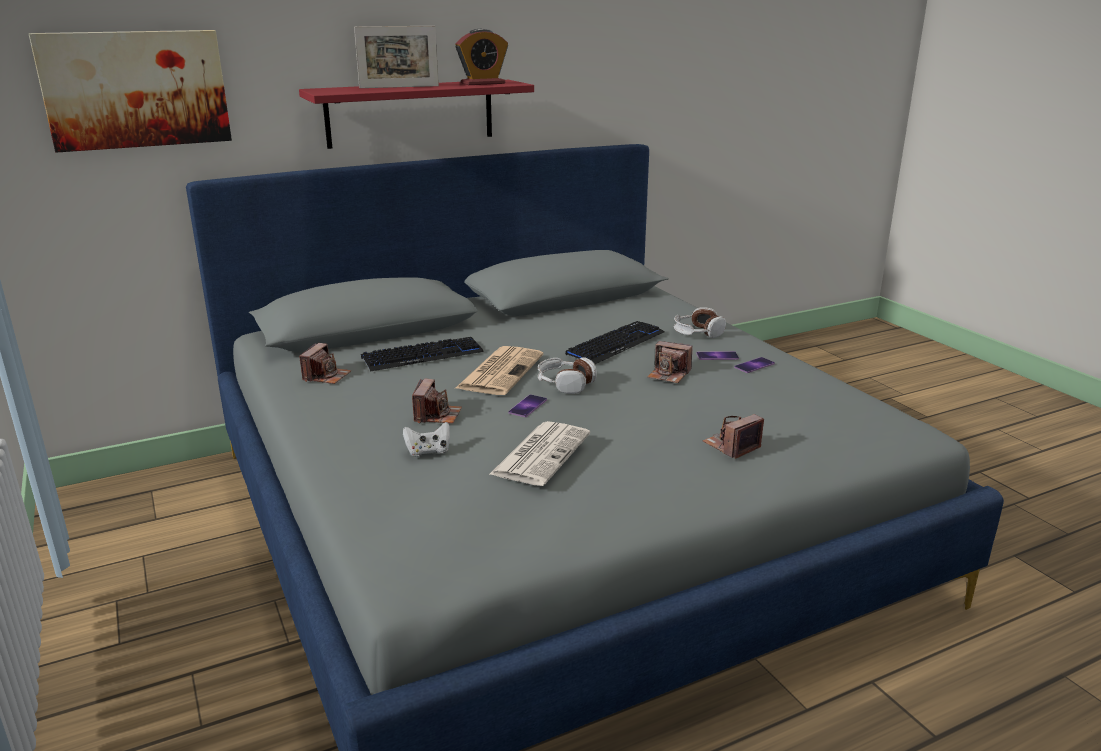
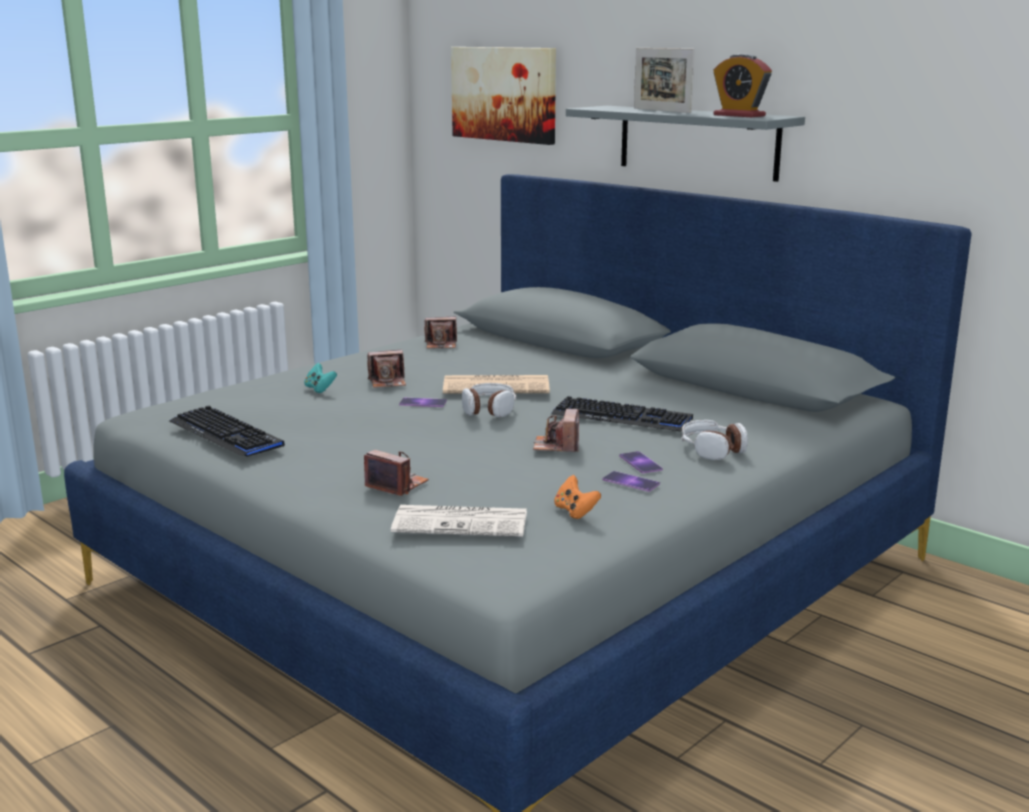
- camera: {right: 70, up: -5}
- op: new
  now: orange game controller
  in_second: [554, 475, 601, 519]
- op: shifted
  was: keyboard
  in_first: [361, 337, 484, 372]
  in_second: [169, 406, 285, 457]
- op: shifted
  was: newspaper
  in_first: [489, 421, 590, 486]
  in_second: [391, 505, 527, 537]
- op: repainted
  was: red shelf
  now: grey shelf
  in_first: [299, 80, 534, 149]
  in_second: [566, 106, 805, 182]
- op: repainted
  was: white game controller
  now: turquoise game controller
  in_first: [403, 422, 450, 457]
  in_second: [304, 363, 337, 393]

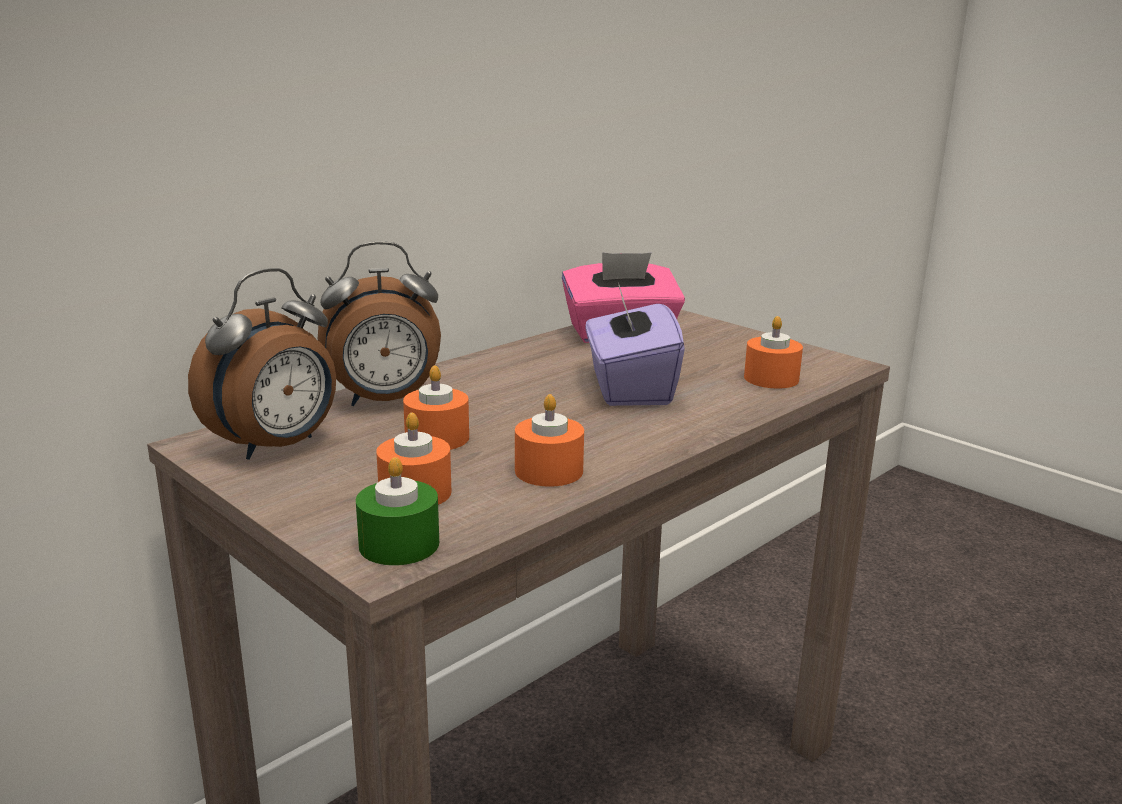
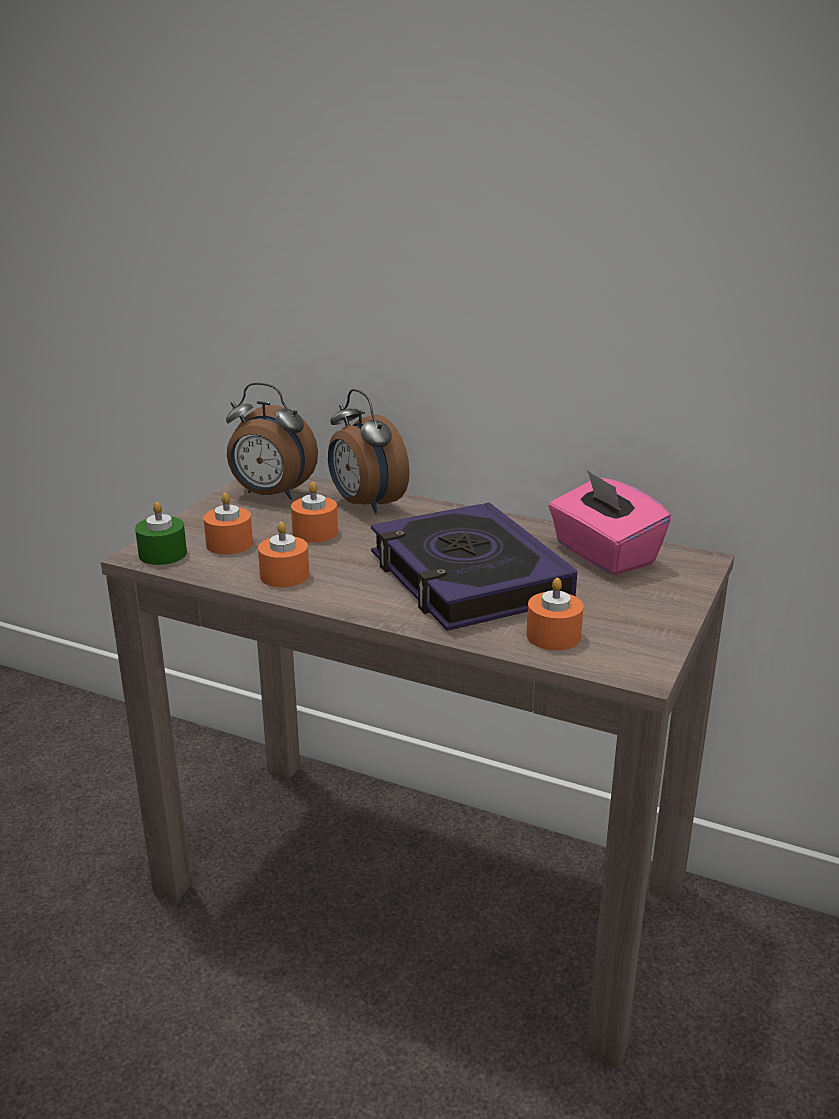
- camera: {right: 70, up: 5}
- op: swapped
  was: purple tissue box
  now: book
  in_first: [586, 283, 685, 406]
  in_second: [371, 502, 578, 631]

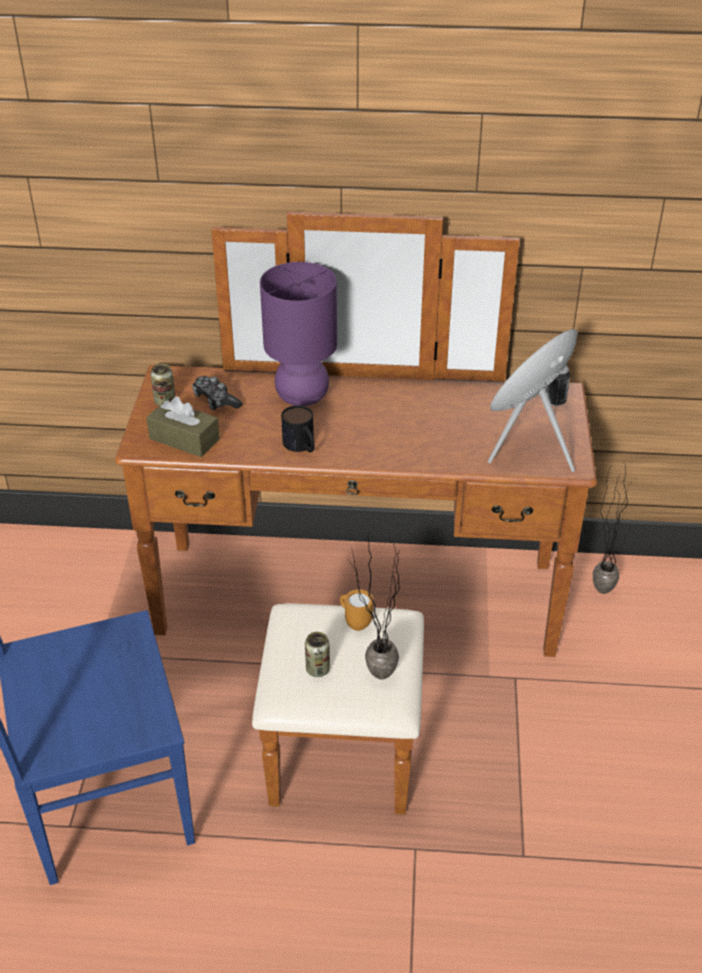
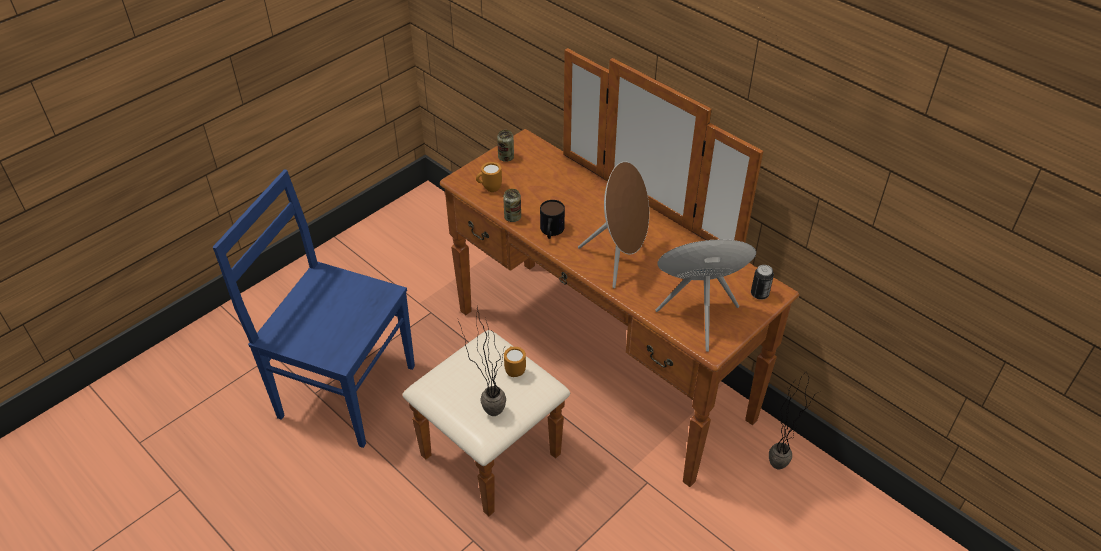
- camera: {right: 40, up: 5}
- op: gone
  was: game controller
  in_first: [192, 376, 242, 410]
- op: gone
  was: purple table lamp
  in_first: [260, 262, 337, 406]
- op: new
  now: brown speaker
  in_second: [578, 162, 649, 288]
- op: shifted
  was: can
  in_first: [305, 632, 330, 677]
  in_second: [503, 189, 521, 222]
- op: swapped
  was: brown tissue box
  now: orange mug
  in_first: [146, 396, 220, 457]
  in_second: [476, 162, 502, 192]

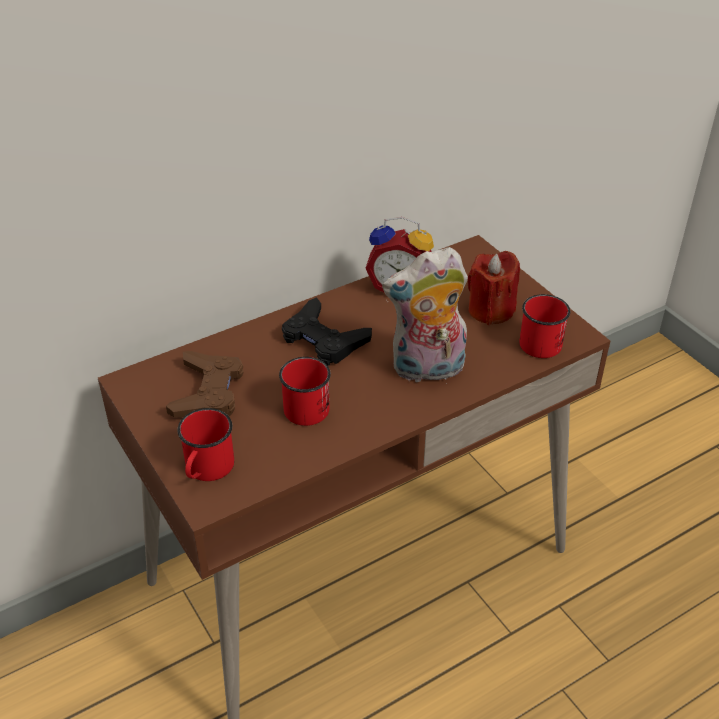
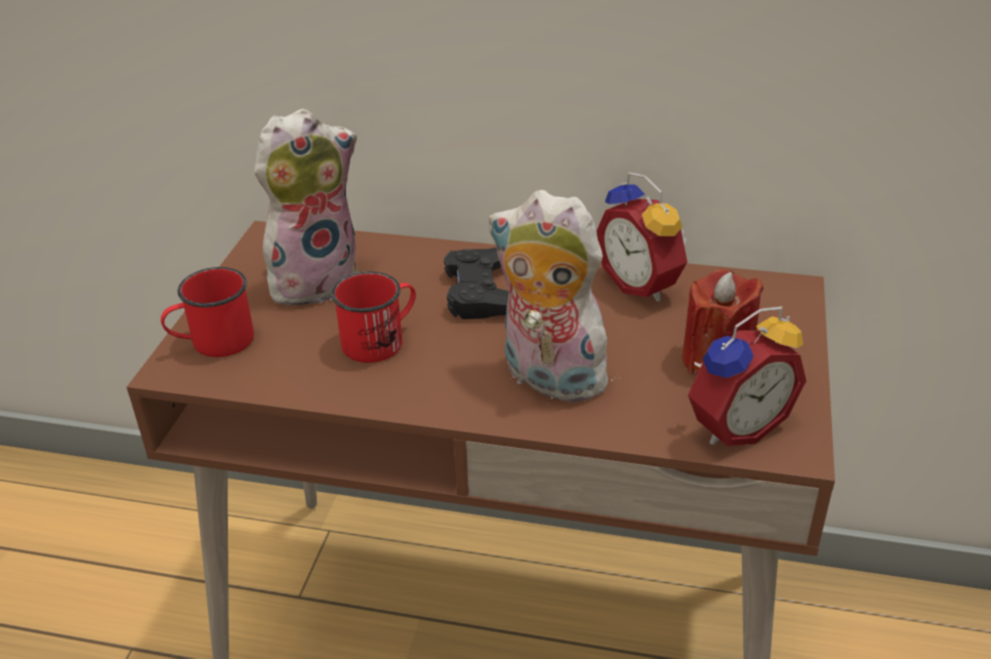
- camera: {right: 45, up: -5}
- op: swapped
  was: brown game controller
  now: plush toy
  in_first: [166, 351, 244, 417]
  in_second: [255, 108, 358, 306]
- op: swapped
  was: red mug
  now: alarm clock
  in_first: [519, 294, 570, 358]
  in_second: [688, 306, 806, 446]

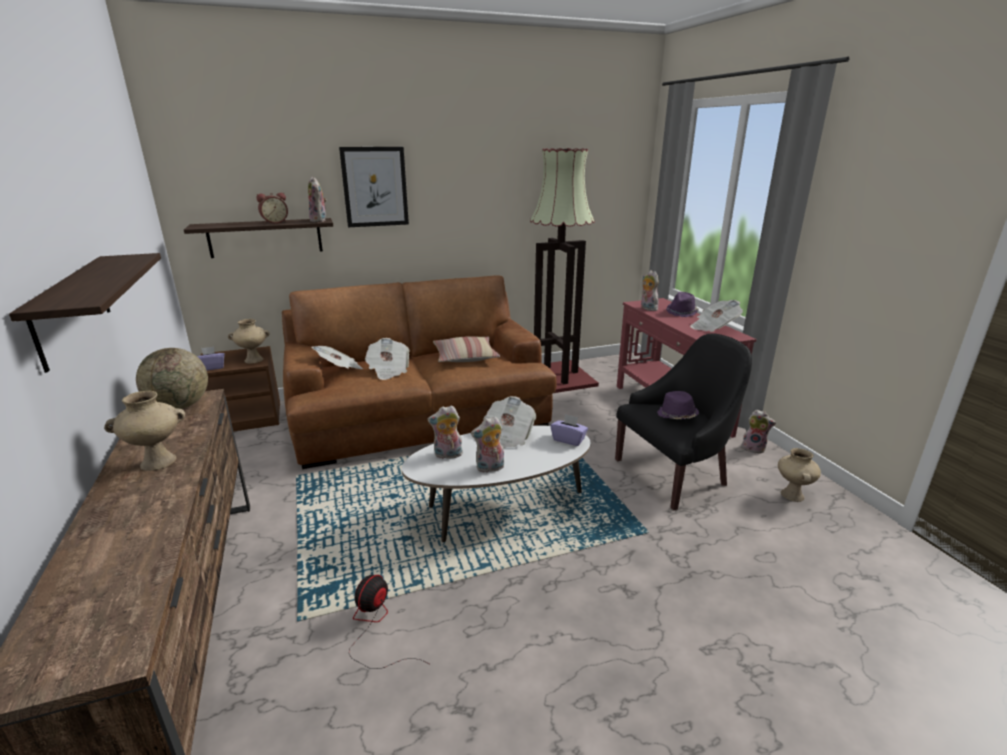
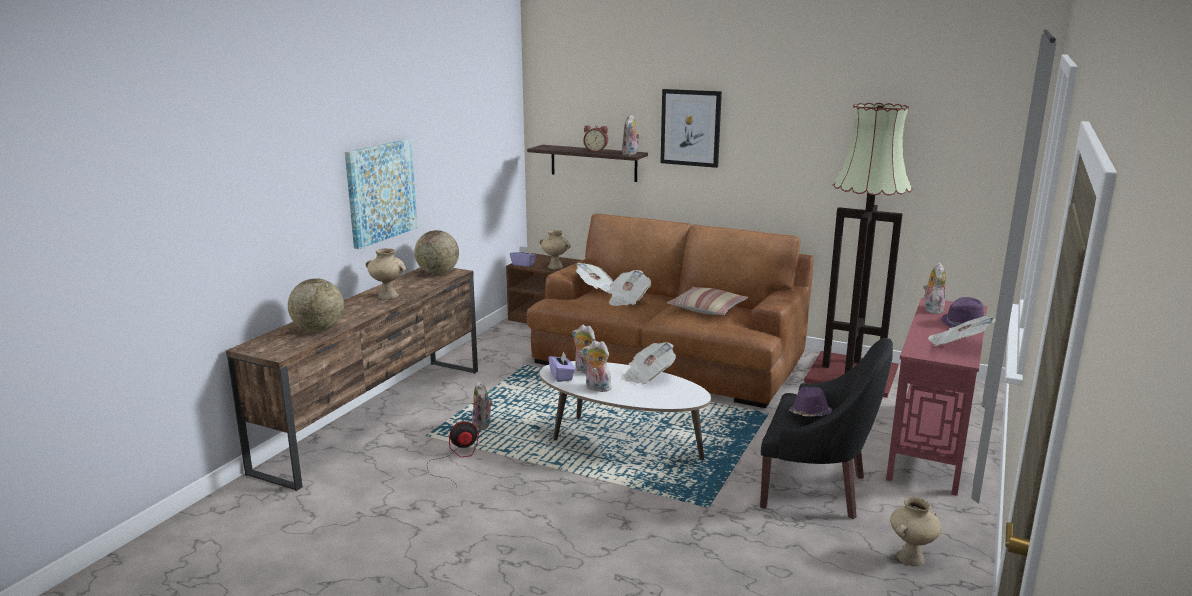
- camera: {right: 45, up: -5}
- op: new
  now: globe
  in_second: [288, 279, 344, 332]
- op: shifted
  was: purple tissue box
  in_first: [550, 414, 588, 446]
  in_second: [548, 351, 575, 382]
- op: shifted
  was: plush toy
  in_first: [741, 410, 776, 454]
  in_second: [472, 380, 493, 430]
- op: swapped
  was: shelf
  now: picture
  in_first: [9, 253, 161, 373]
  in_second: [345, 139, 417, 249]

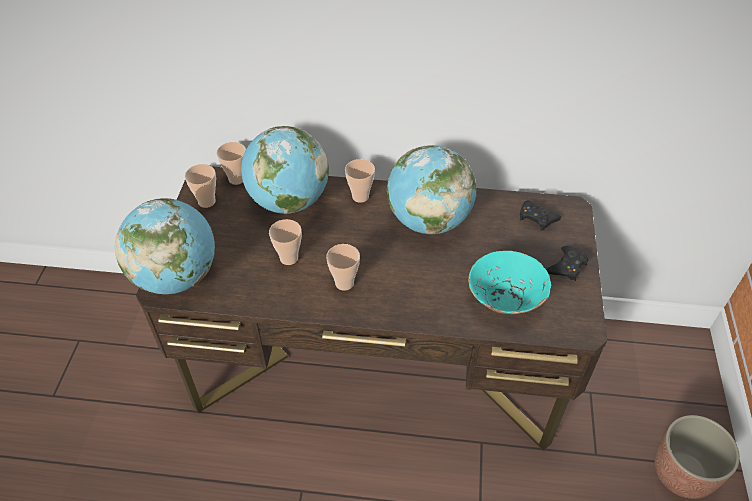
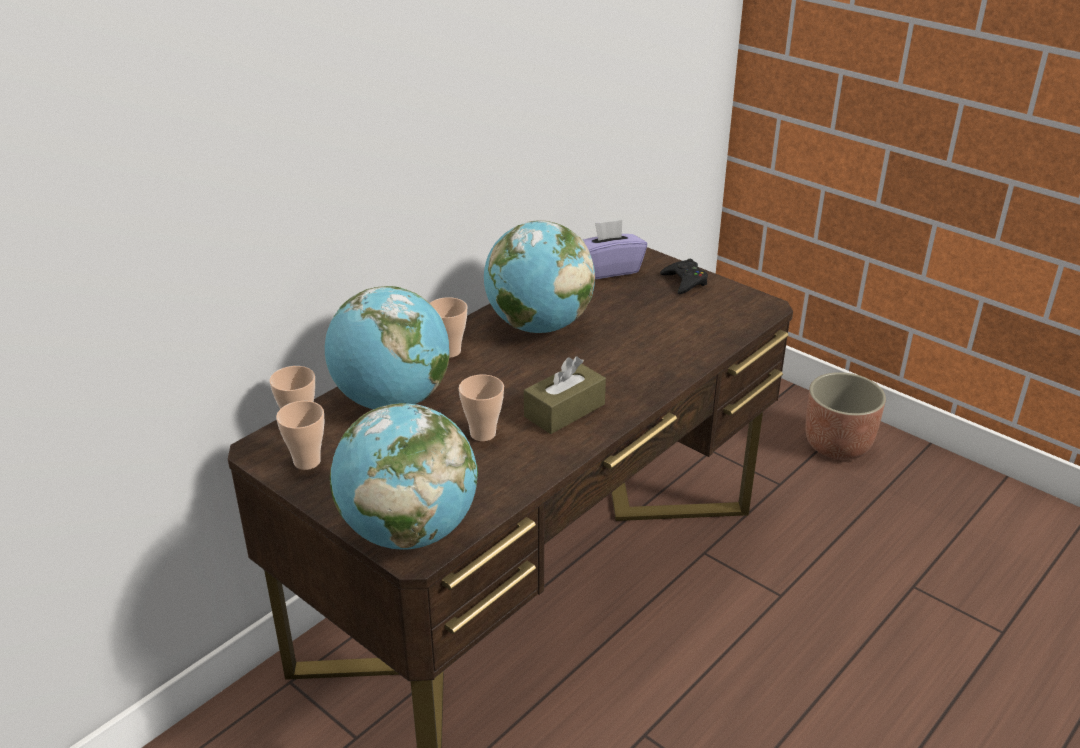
- camera: {right: -55, up: -15}
- op: gone
  was: turquoise bowl
  in_first: [468, 251, 551, 314]
- op: swapped
  was: cup
  now: brown tissue box
  in_first: [326, 244, 360, 291]
  in_second: [524, 356, 606, 434]
- op: swapped
  was: black game controller
  now: purple tissue box
  in_first: [520, 200, 561, 231]
  in_second: [583, 220, 647, 279]

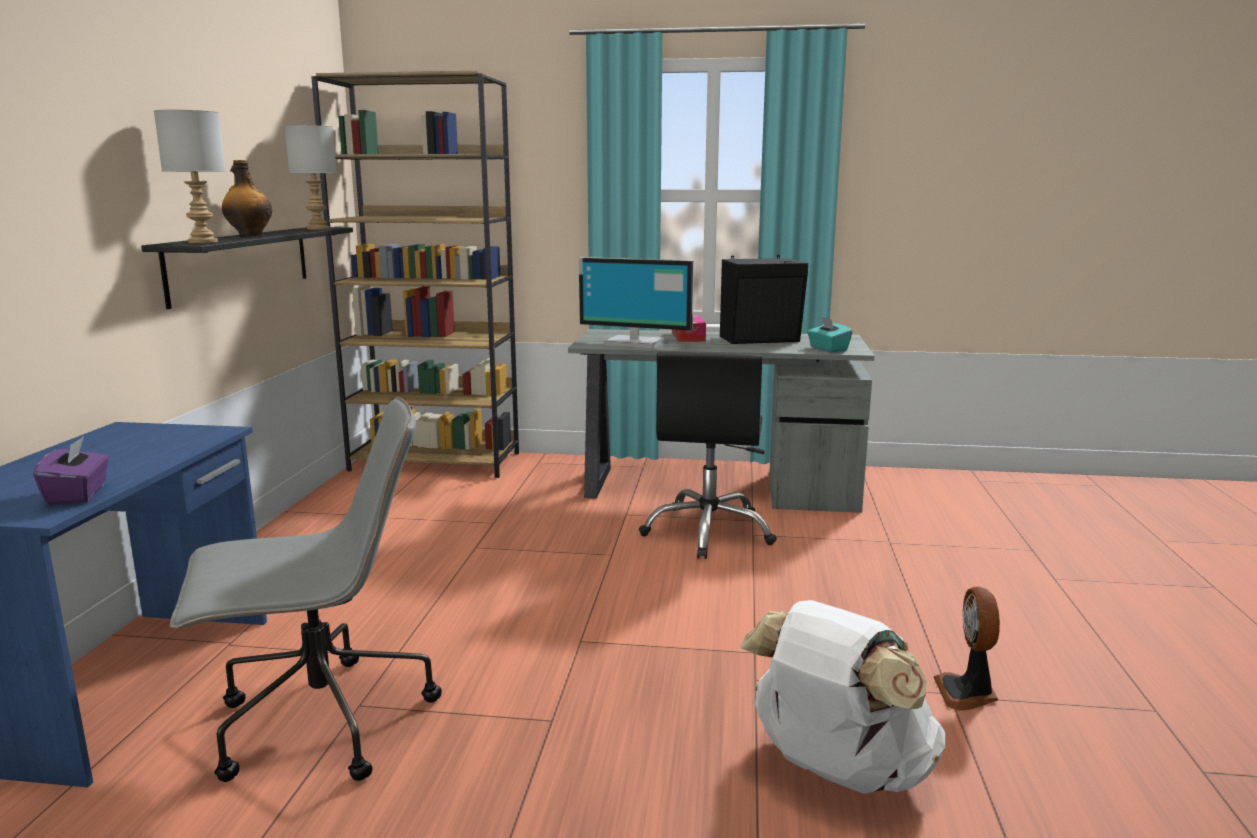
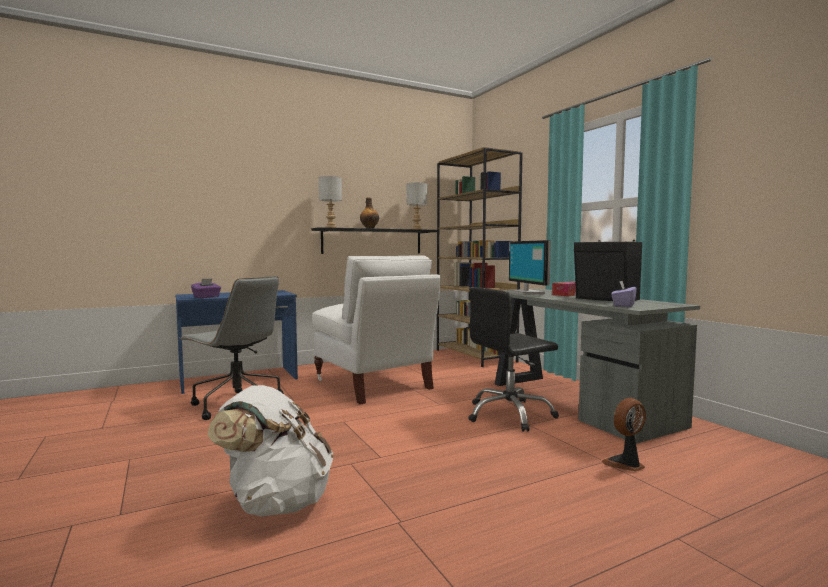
- camera: {right: 55, up: -10}
- op: new
  now: white chair
  in_second: [312, 255, 441, 405]
- op: shifted
  was: fan
  in_first: [934, 587, 1000, 711]
  in_second: [602, 398, 646, 471]
- op: repainted
  was: turquoise tissue box
  now: purple tissue box
  in_first: [807, 317, 852, 352]
  in_second: [611, 281, 637, 307]

